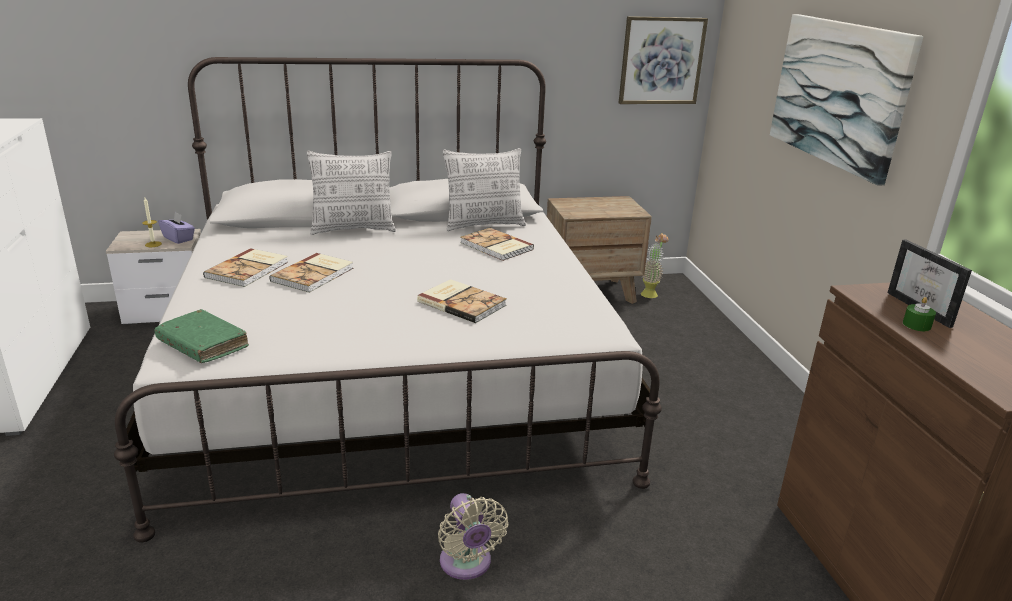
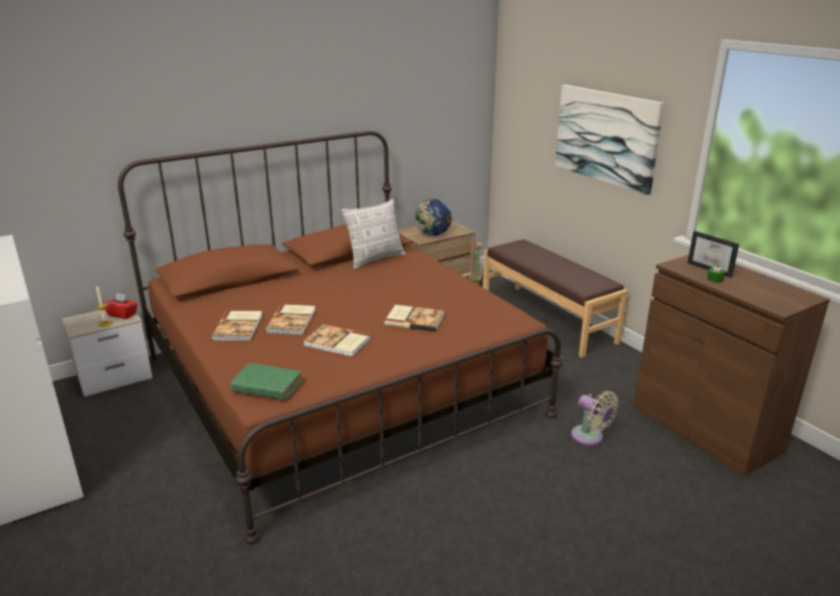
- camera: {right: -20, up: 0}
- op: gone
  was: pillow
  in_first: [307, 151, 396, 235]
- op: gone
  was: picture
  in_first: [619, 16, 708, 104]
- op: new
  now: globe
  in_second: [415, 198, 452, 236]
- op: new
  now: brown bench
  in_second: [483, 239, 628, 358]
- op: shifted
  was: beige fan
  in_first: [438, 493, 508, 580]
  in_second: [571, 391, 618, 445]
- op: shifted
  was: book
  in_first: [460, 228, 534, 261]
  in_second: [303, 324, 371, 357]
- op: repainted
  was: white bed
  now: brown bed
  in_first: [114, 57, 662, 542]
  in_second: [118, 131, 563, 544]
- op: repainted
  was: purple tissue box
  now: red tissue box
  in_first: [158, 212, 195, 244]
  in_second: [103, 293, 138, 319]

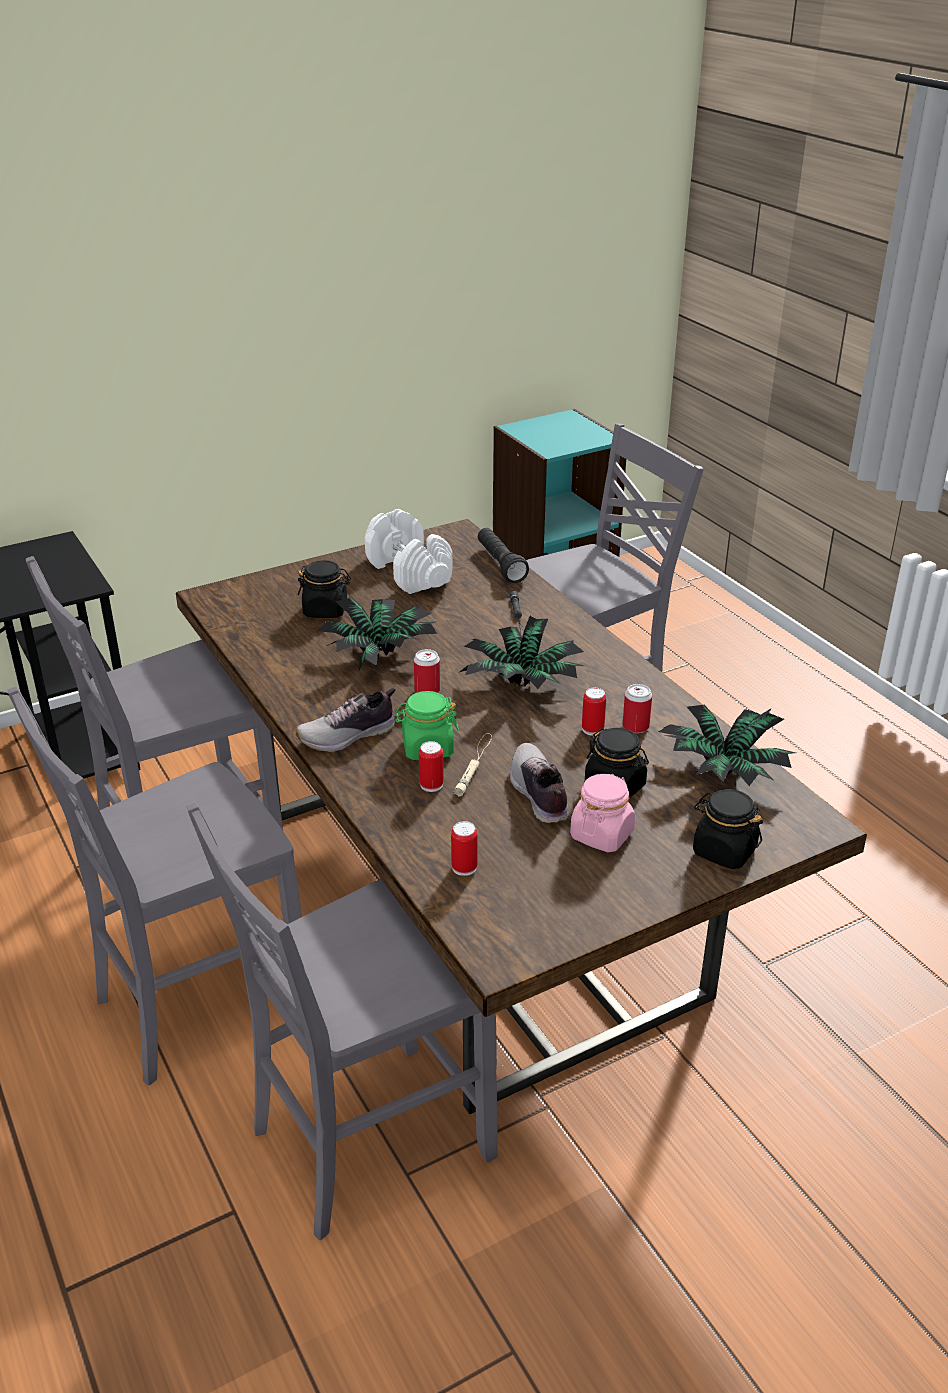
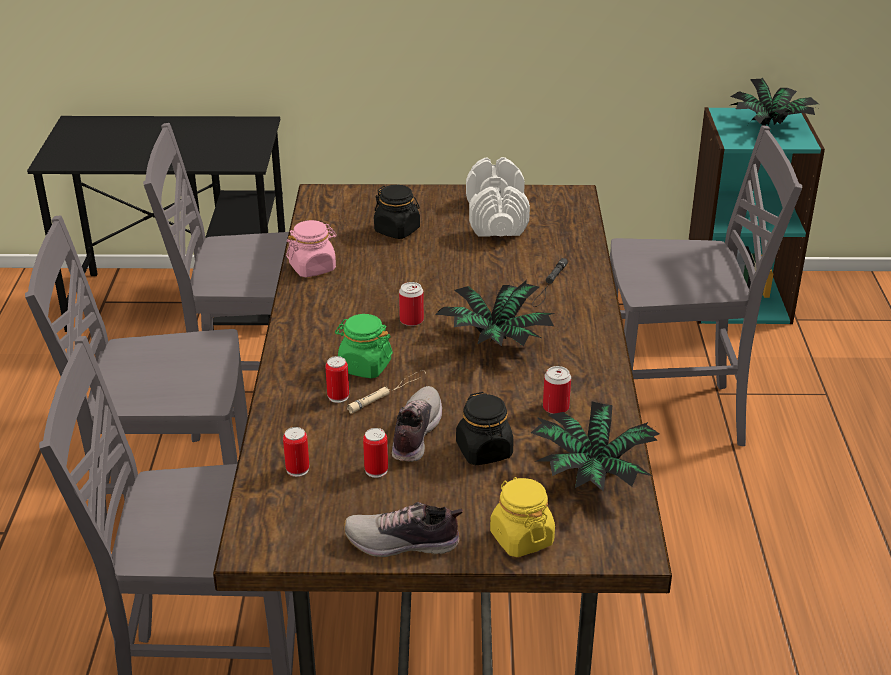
- camera: {right: 30, up: 0}
- op: gone
  was: black flashlight
  in_first: [478, 528, 529, 583]
- op: shifted
  was: shoe
  in_first: [295, 688, 396, 752]
  in_second: [344, 502, 463, 557]
- op: shifted
  was: potted plant
  in_first: [317, 595, 437, 671]
  in_second: [730, 78, 819, 126]
- op: shifted
  was: pink jar
  in_first: [570, 774, 635, 852]
  in_second: [286, 220, 337, 277]
- op: shifted
  was: can
  in_first: [582, 688, 606, 736]
  in_second: [363, 428, 388, 478]
- op: repainted
  was: black jar
  now: yellow jar
  in_first: [693, 789, 763, 869]
  in_second: [490, 477, 555, 557]

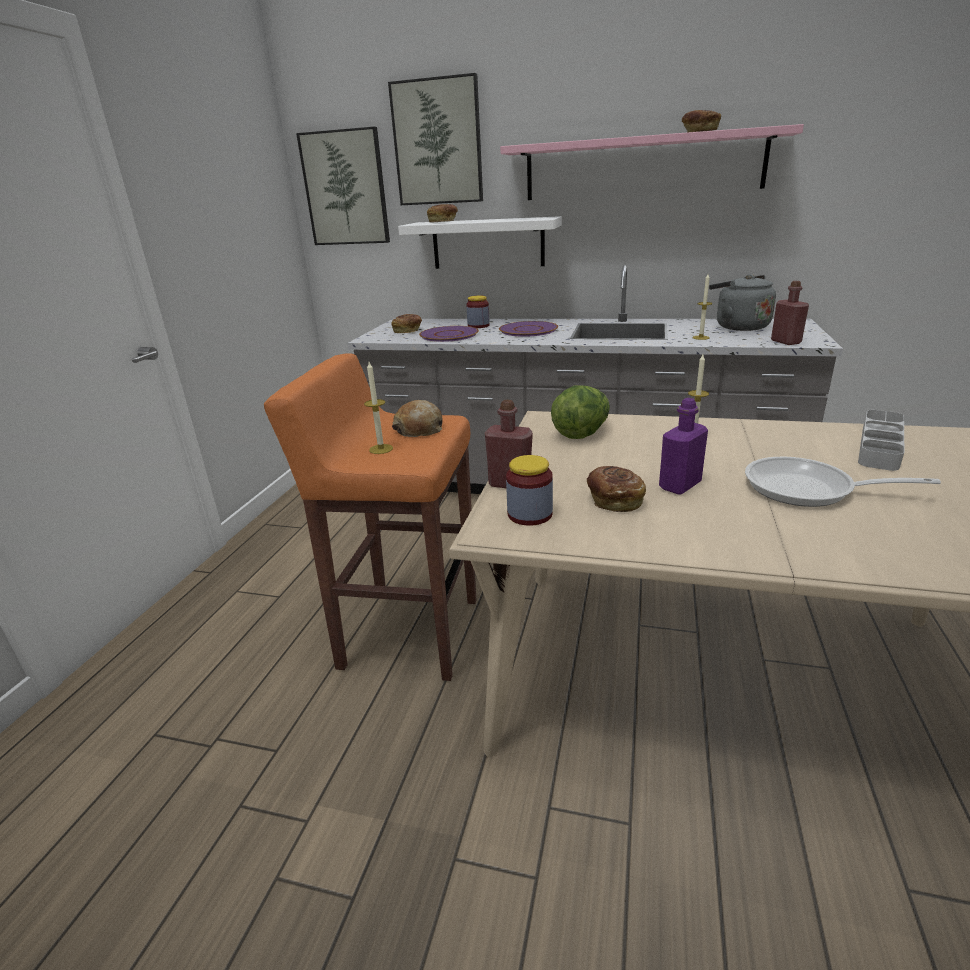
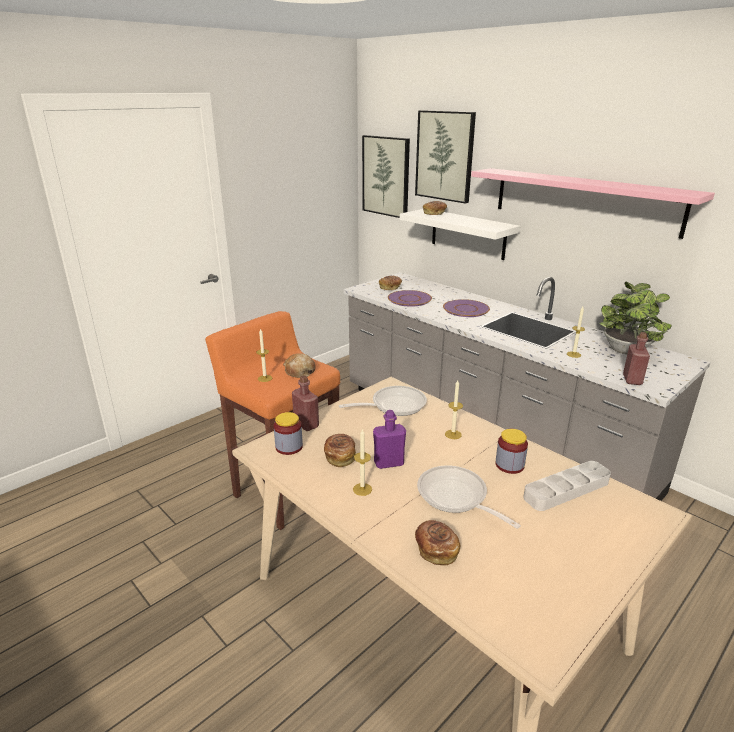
- camera: {right: 30, up: 0}
- op: new
  now: candle
  in_second: [353, 428, 372, 496]
- op: shifted
  was: jar
  in_first: [466, 296, 490, 328]
  in_second: [495, 429, 528, 474]
- op: shifted
  was: bread
  in_first: [682, 110, 721, 132]
  in_second: [415, 520, 460, 566]
- op: swapped
  was: lettuce
  now: frying pan
  in_first: [551, 385, 610, 439]
  in_second: [339, 386, 427, 416]
- op: swapped
  was: grey kettle
  now: potted plant
  in_first: [709, 274, 776, 331]
  in_second: [599, 282, 672, 355]

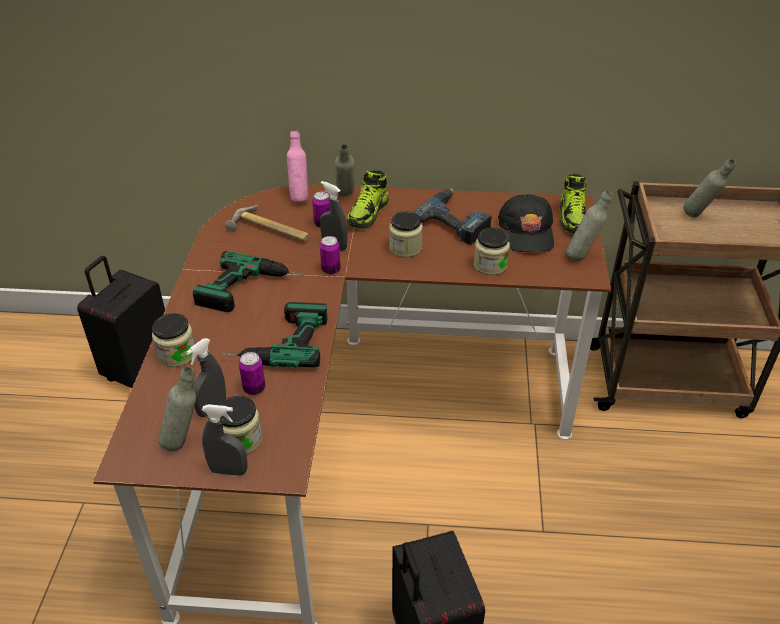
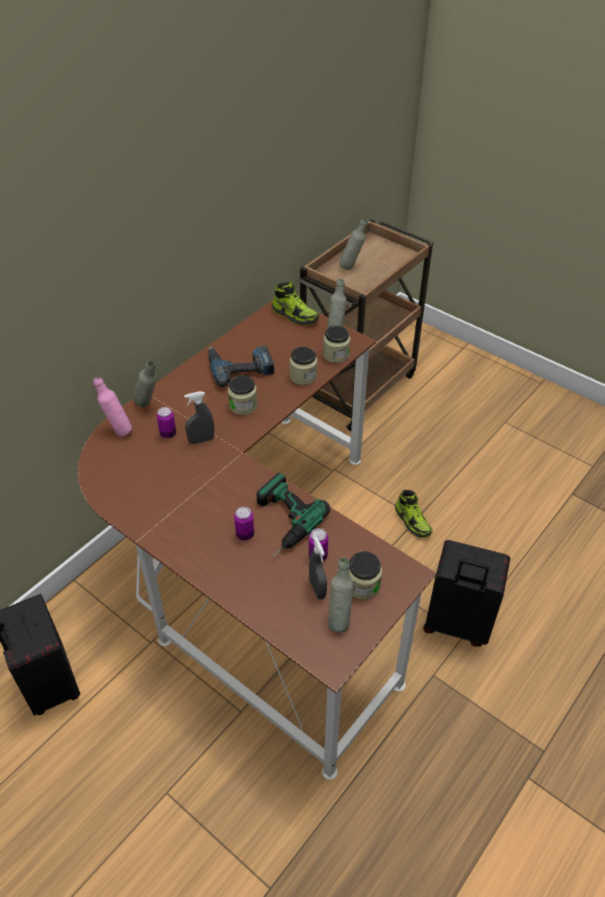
- camera: {right: -55, up: 5}
- op: gone
  was: power drill
  in_first: [193, 251, 303, 312]
- op: gone
  was: grey spray bottle
  in_first: [202, 404, 248, 476]
- op: gone
  was: hammer
  in_first: [225, 205, 309, 241]
- op: gone
  was: black cap
  in_first: [498, 194, 554, 252]
- op: shifted
  was: jar
  in_first: [152, 313, 195, 367]
  in_second: [323, 326, 350, 363]
- op: shifted
  was: can
  in_first: [320, 236, 340, 275]
  in_second: [234, 507, 254, 541]
- op: shifted
  was: shoe
  in_first: [347, 170, 389, 230]
  in_second: [395, 490, 432, 538]

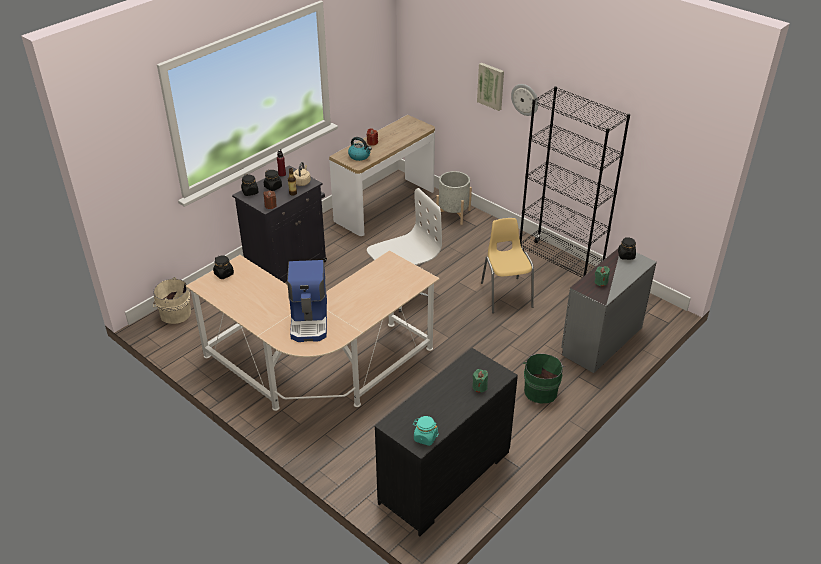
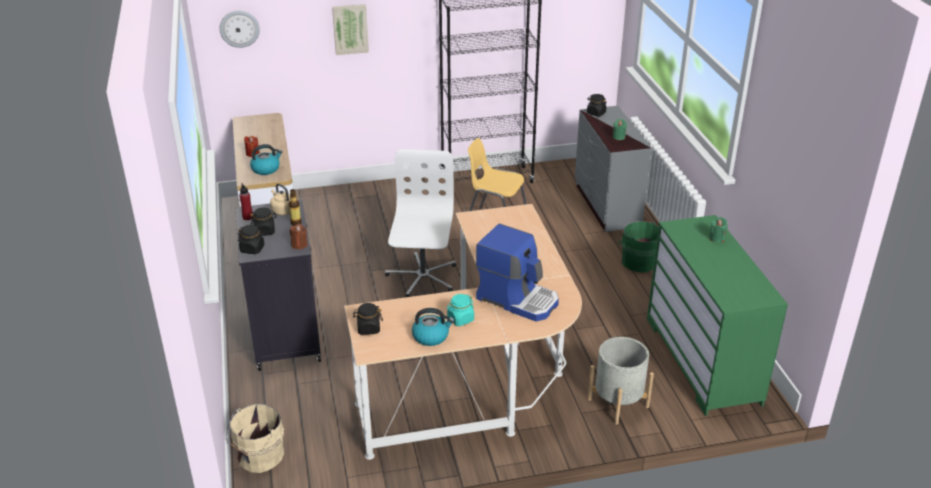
- camera: {right: -55, up: -5}
- op: new
  now: kettle
  in_second: [412, 308, 454, 346]
- op: shifted
  was: turquoise jar
  in_first: [413, 416, 439, 446]
  in_second: [447, 294, 474, 326]
- op: shifted
  was: grey planter
  in_first: [436, 171, 472, 225]
  in_second: [588, 337, 654, 425]
- op: shifted
  was: wall clock
  in_first: [511, 84, 538, 116]
  in_second: [219, 11, 260, 48]
- op: repainted
  was: black dresser
  now: green dresser
  in_first: [374, 348, 518, 536]
  in_second: [647, 215, 788, 416]

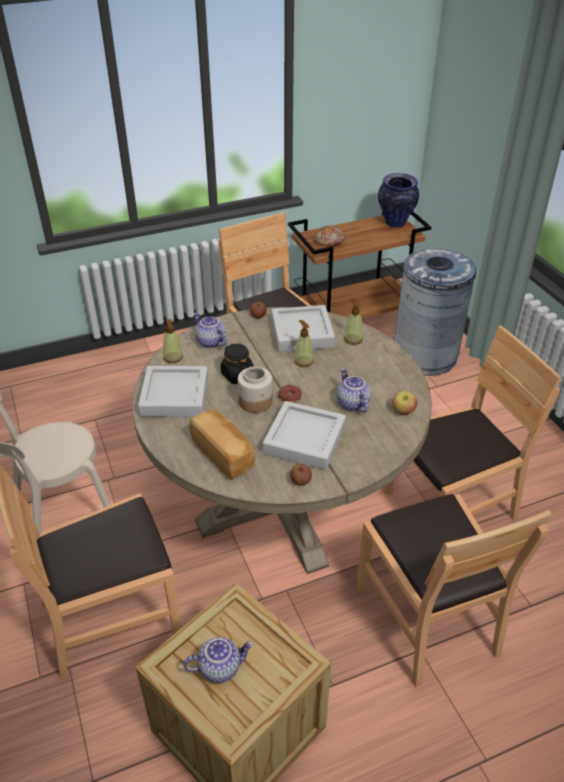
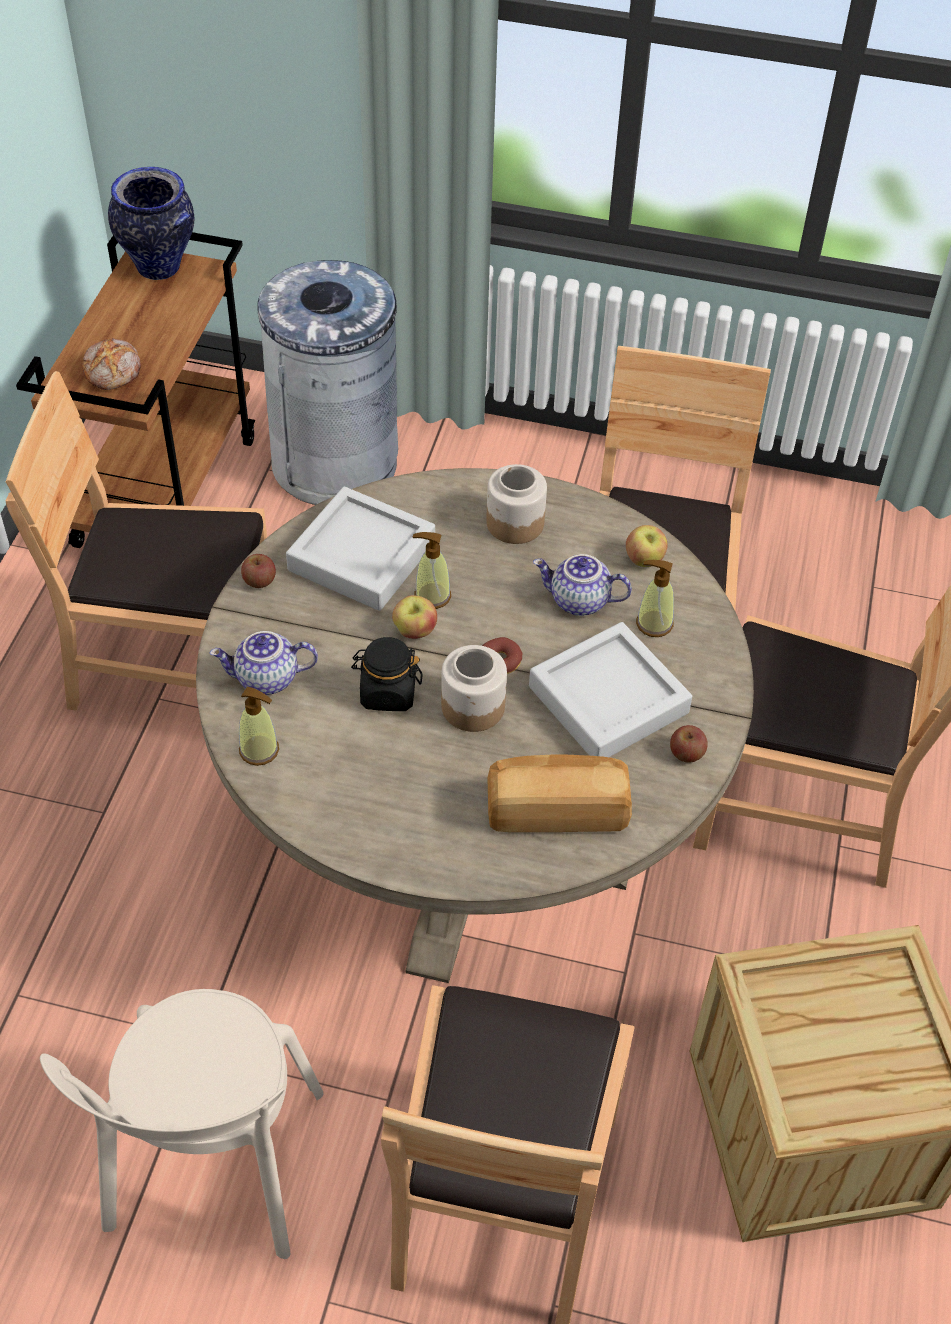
- camera: {right: -55, up: 10}
- op: gone
  was: grey tray
  in_first: [138, 366, 208, 417]
- op: gone
  was: teapot
  in_first: [184, 637, 253, 683]
- op: new
  now: apple
  in_second: [392, 595, 437, 639]
- op: new
  now: jar
  in_second: [486, 464, 547, 544]
- op: shifted
  was: soap dispenser
  in_first: [344, 299, 363, 345]
  in_second: [636, 560, 674, 637]

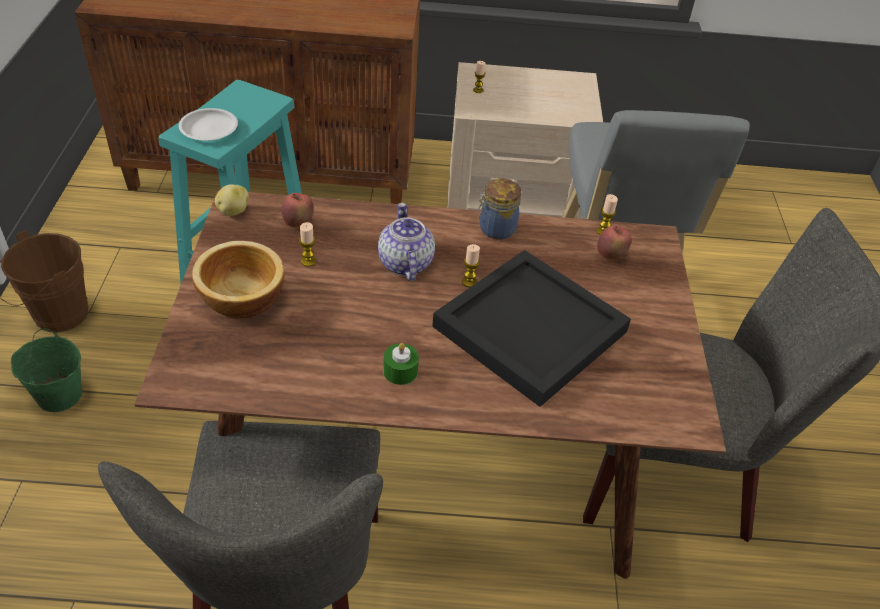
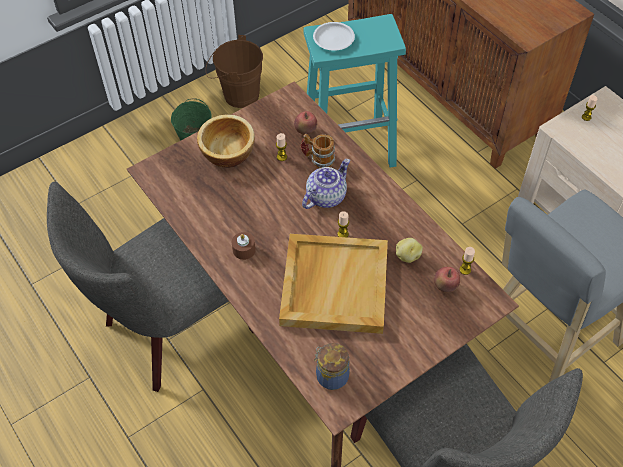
- camera: {right: 55, up: 10}
- op: new
  now: mug
  in_second: [301, 134, 335, 168]
- op: shifted
  was: potato
  in_first: [215, 184, 249, 216]
  in_second: [396, 238, 423, 263]
- op: shifted
  was: jar
  in_first: [477, 178, 521, 240]
  in_second: [314, 343, 350, 390]
- op: repainted
  was: green candle
  now: brown candle
  in_first: [383, 343, 419, 385]
  in_second: [232, 232, 256, 260]
- op: repainted
  was: black tray
  now: beige tray
  in_first: [432, 250, 631, 407]
  in_second: [279, 234, 388, 334]

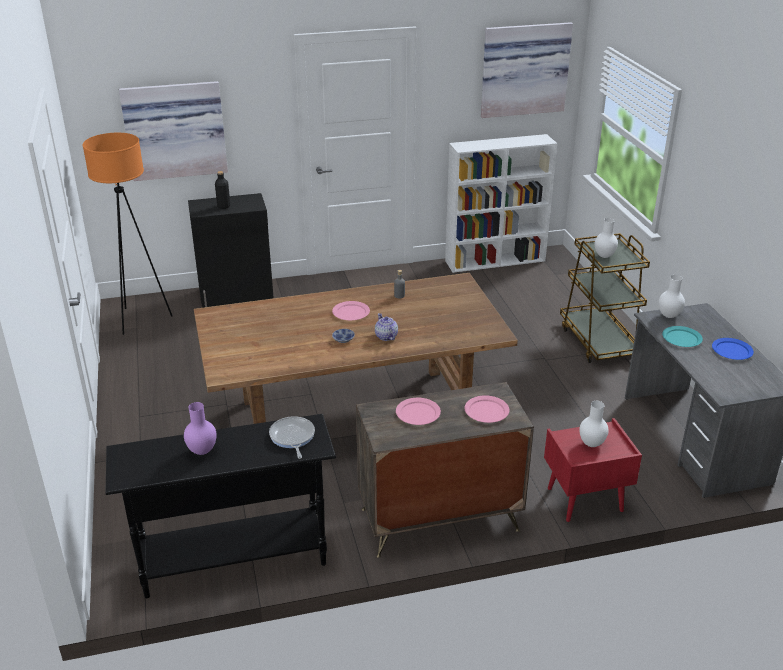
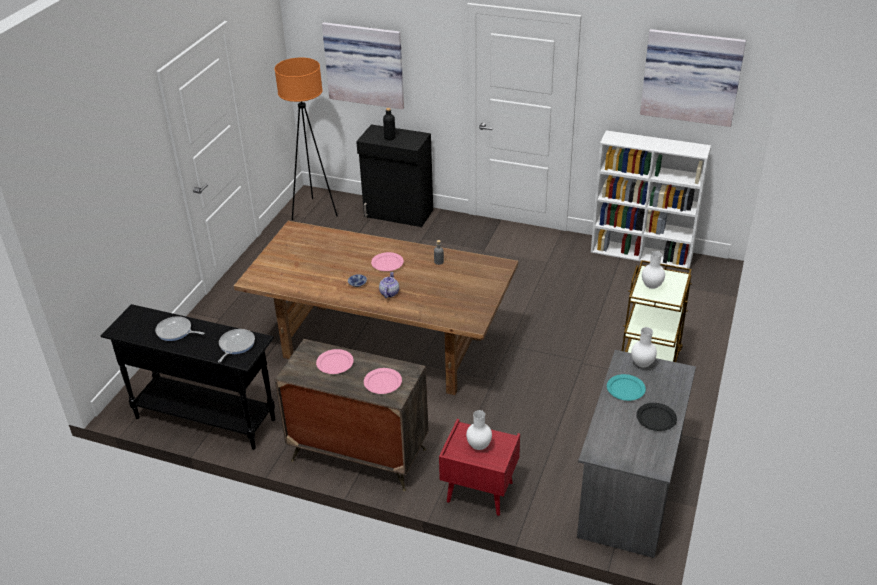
- camera: {right: 35, up: 5}
- op: swapped
  was: purple vase
  now: frying pan
  in_first: [184, 402, 216, 455]
  in_second: [155, 316, 204, 341]
- op: repainted
  was: blue plate
  now: black plate
  in_first: [712, 338, 754, 360]
  in_second: [636, 403, 677, 431]

